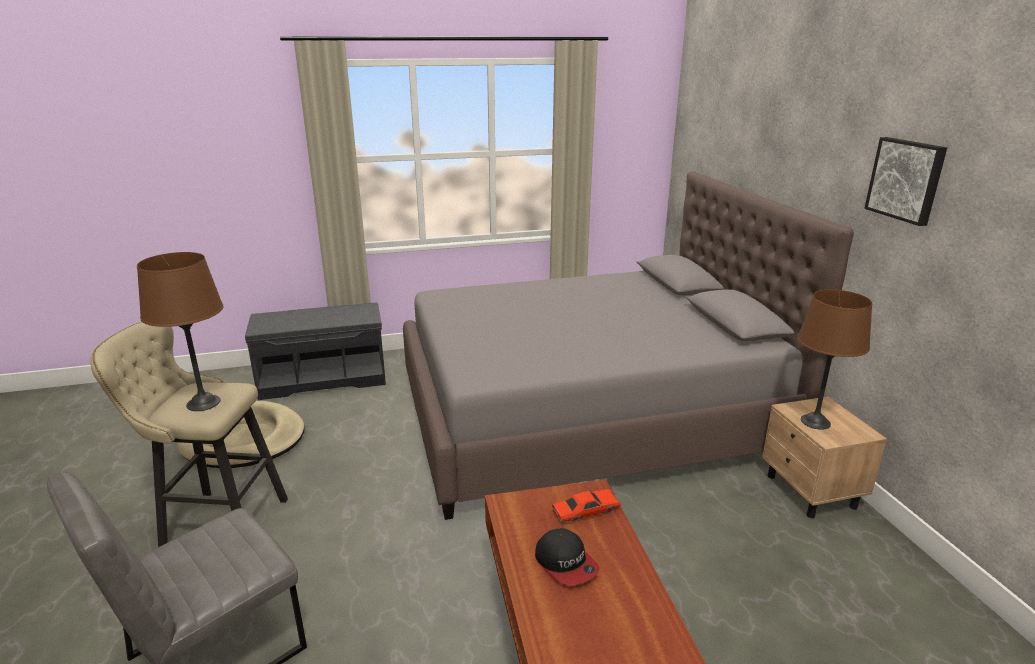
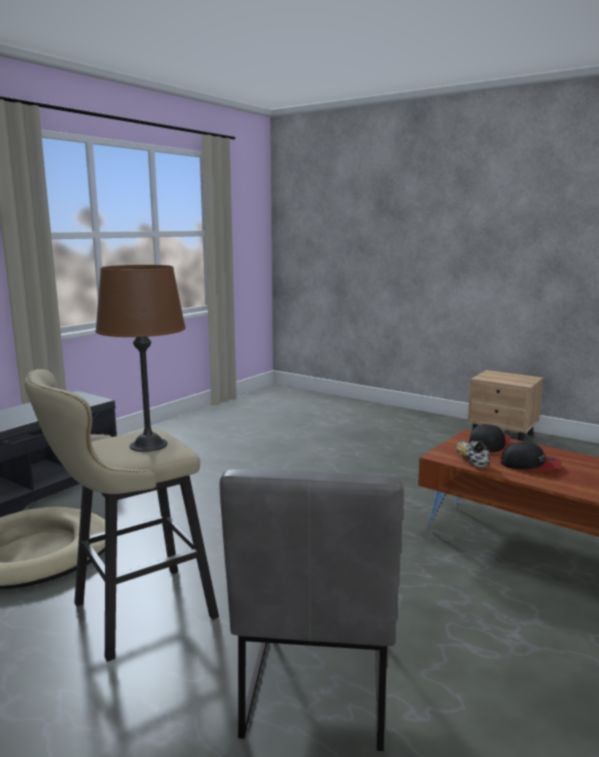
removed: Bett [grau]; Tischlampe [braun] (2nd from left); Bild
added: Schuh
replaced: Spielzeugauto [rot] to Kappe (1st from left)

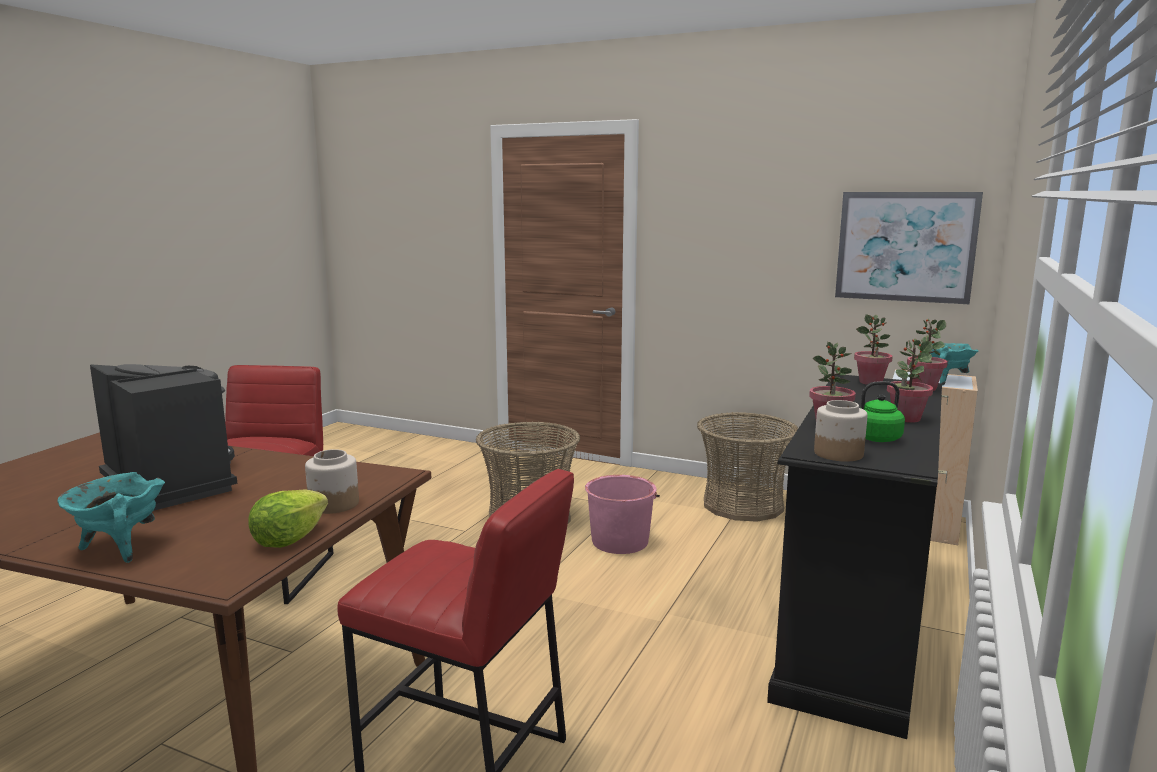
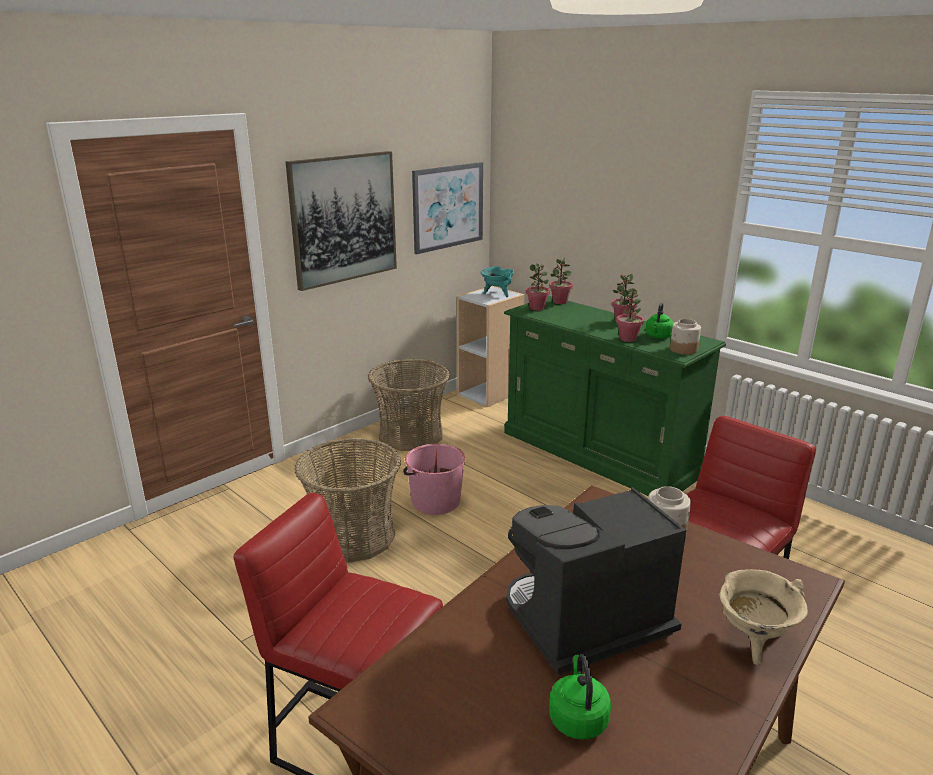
removed: Salatkopf
added: Bild (1st from left); Wasserkessel [grün] (1st from left)
recoloured: Kochtopf [türkis] (1st from left) to Kochtopf [beige]; Schrank [schwarz] to Schrank [grün]

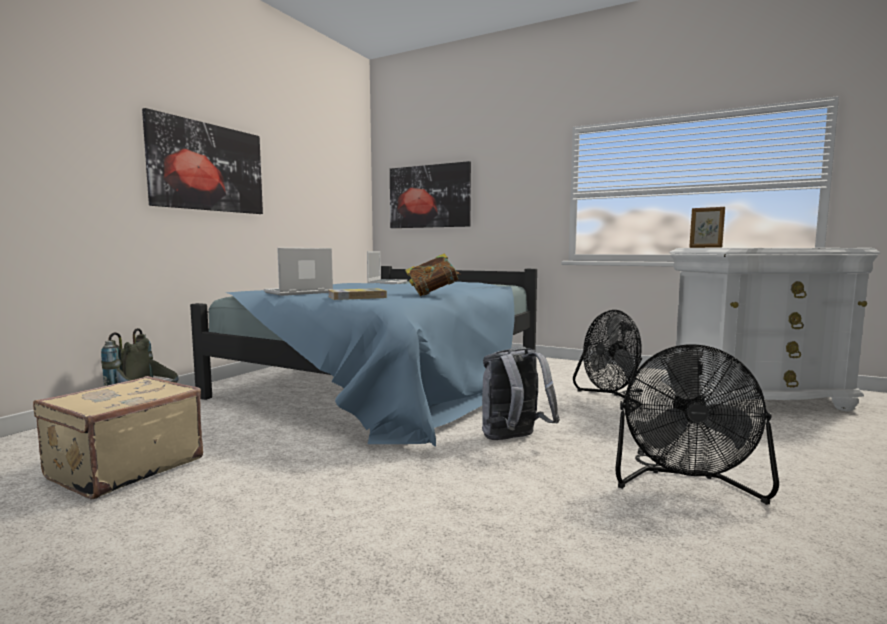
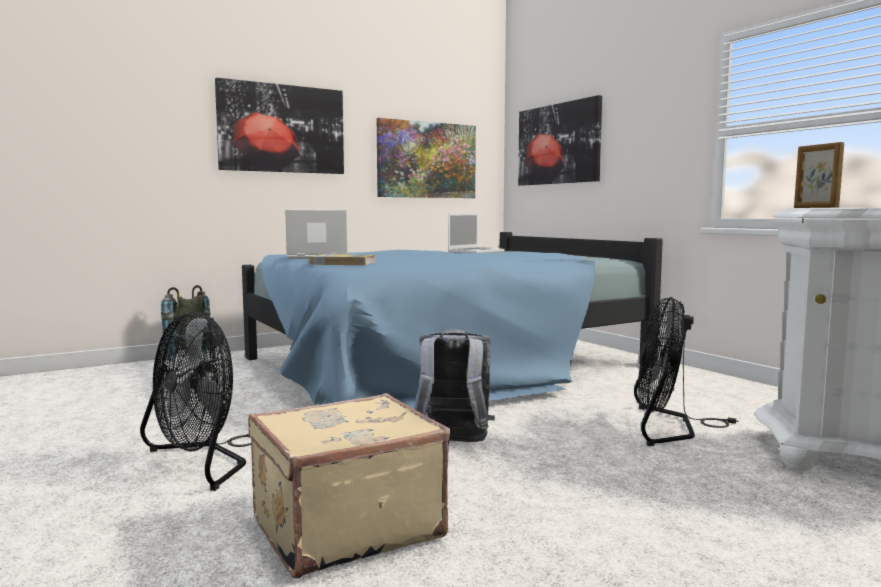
removed: Buch (2nd from left)
added: Bild (2nd from left)
moved: Koffer [beige]; Ventilator [schwarz] (2nd from left in the first image) to Ventilator [schwarz] (1st from left)

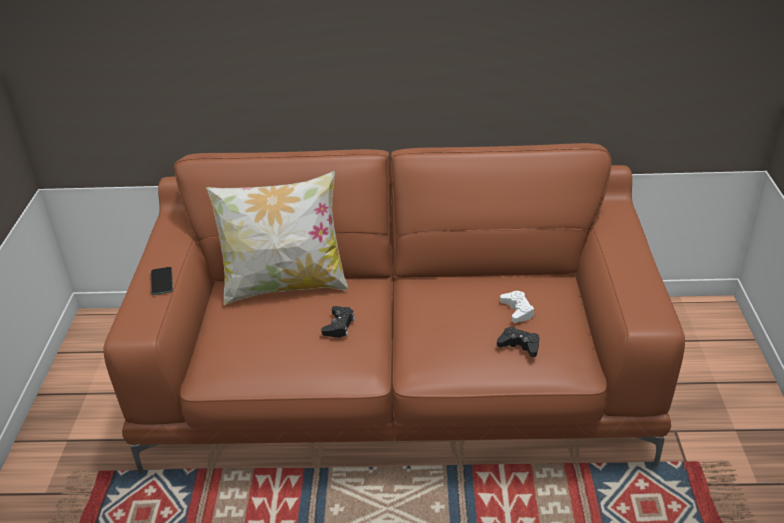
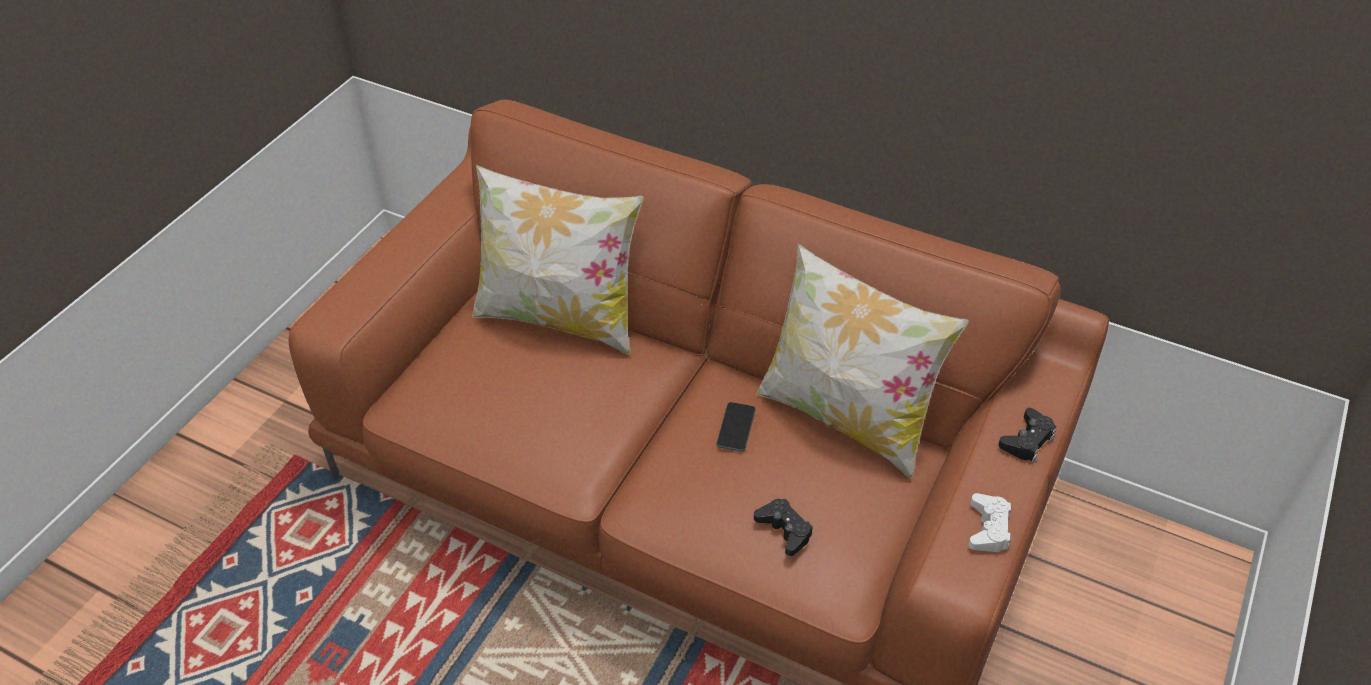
added: Kissen (2nd from left)
moved: Handy; Gamepad [schwarz] (1st from left in the first image) to Gamepad [schwarz] (2nd from left); Gamepad [weiß]

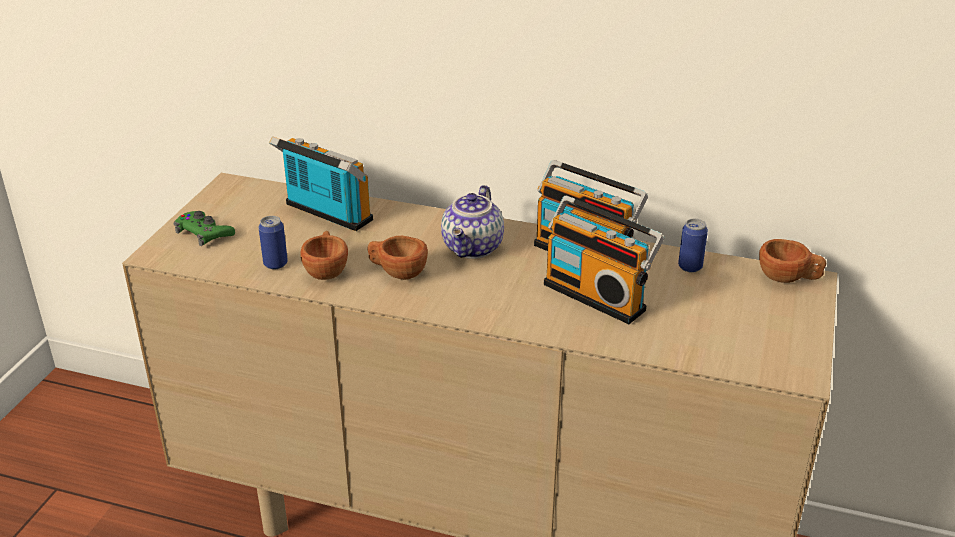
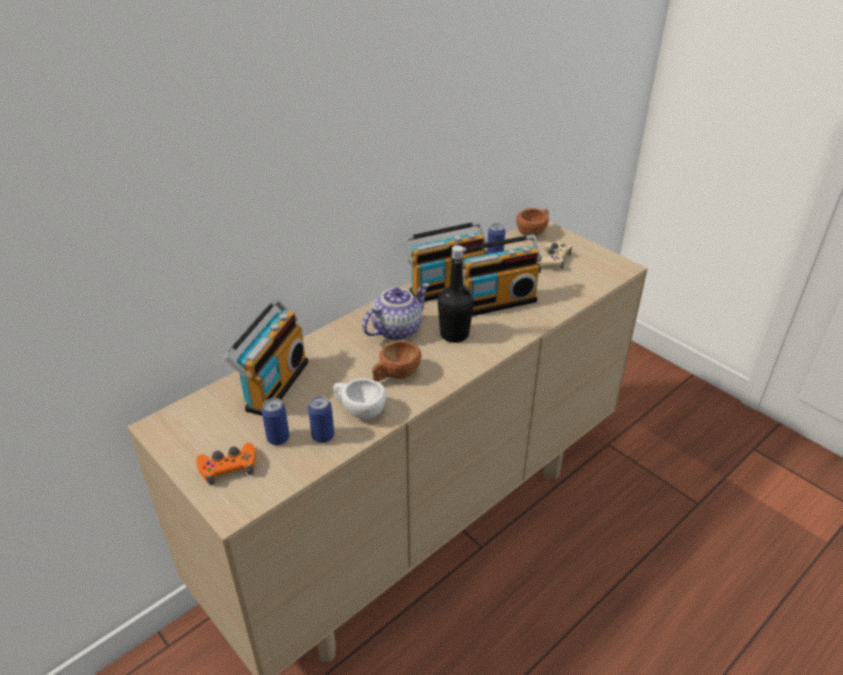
added: Dose (1st from left); Flasche [schwarz]; Gamepad [beige]
recoloured: Gamepad [grün] to Gamepad [orange]; Tasse [braun] (1st from left) to Tasse [weiß]
turned: Radio (1st from left) 135 degrees clockwise; Teekanne 90 degrees counterclockwise

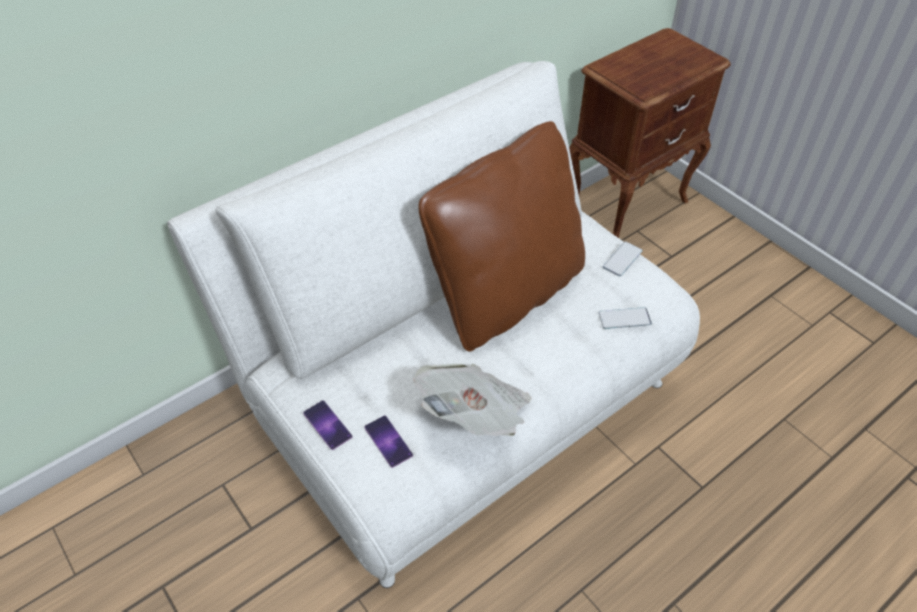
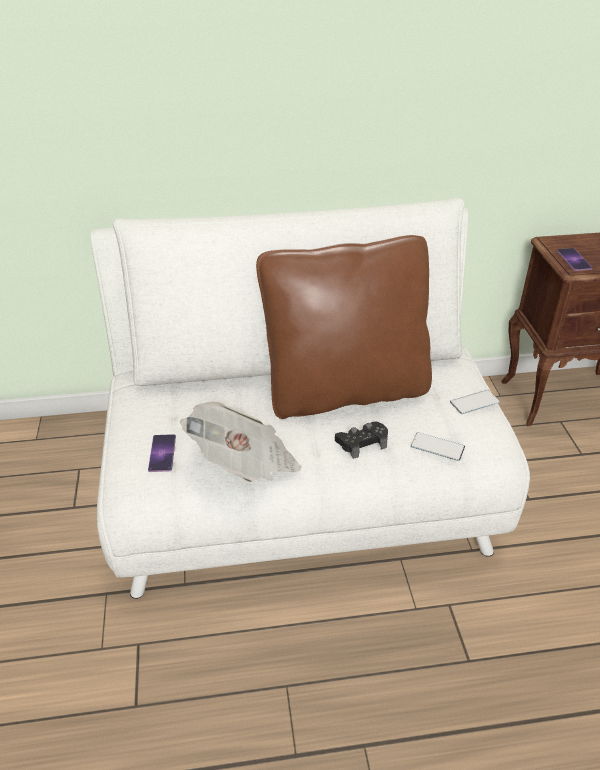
added: Gamepad [schwarz]
moved: Handy (1st from left in the first image) to Handy (4th from left)

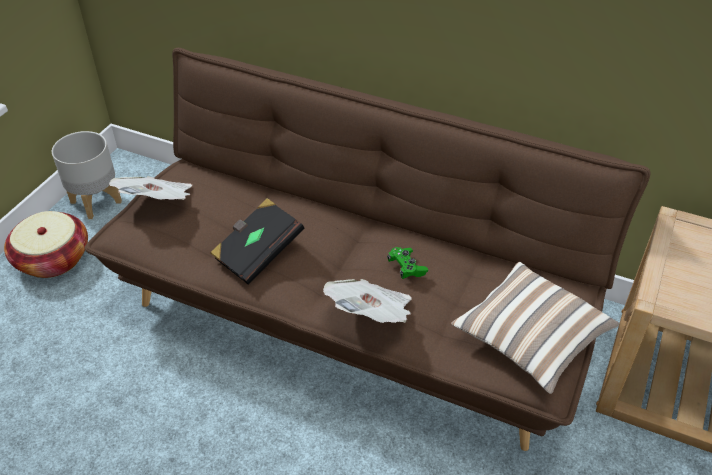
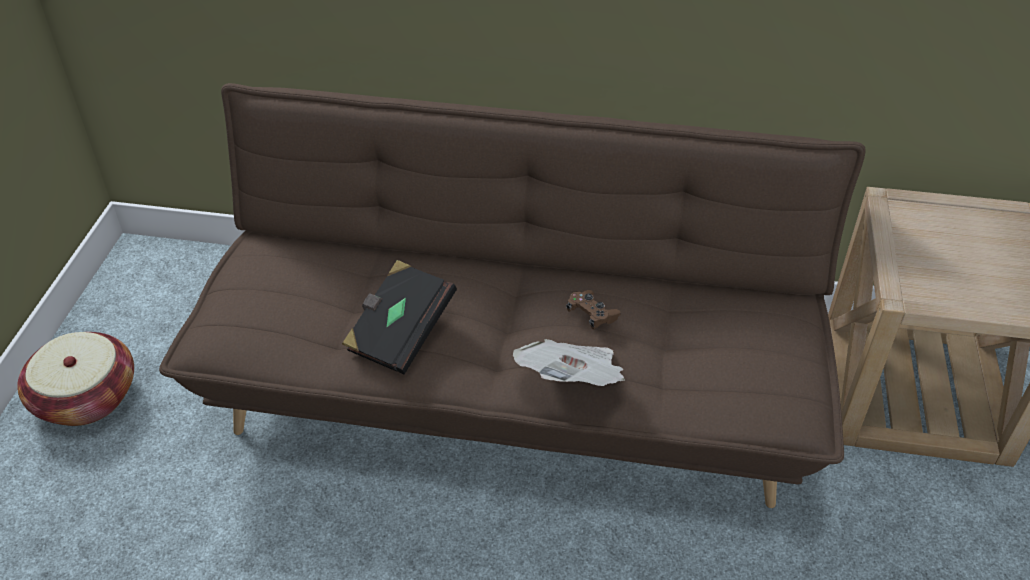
removed: Pflanzkübel [grau]; Zeitung (1st from left); Kissen
recoloured: Gamepad [grün] to Gamepad [braun]

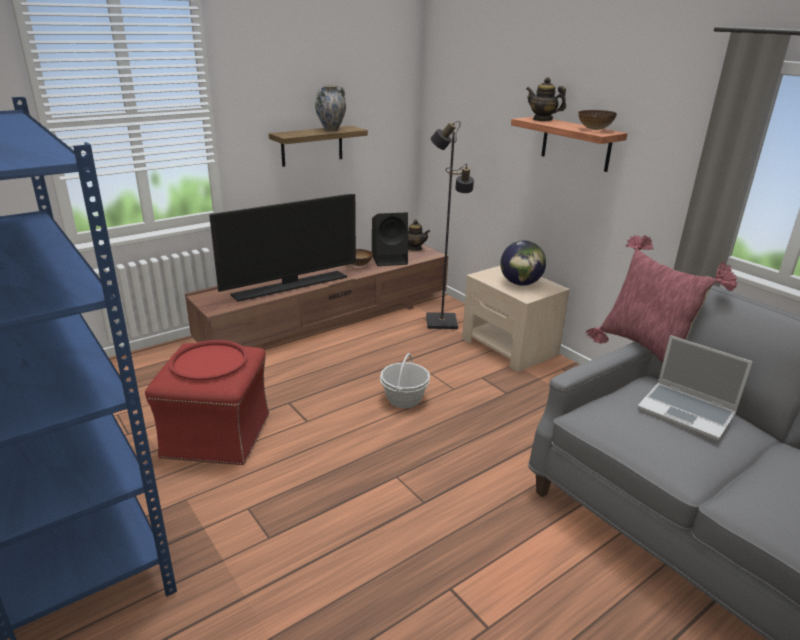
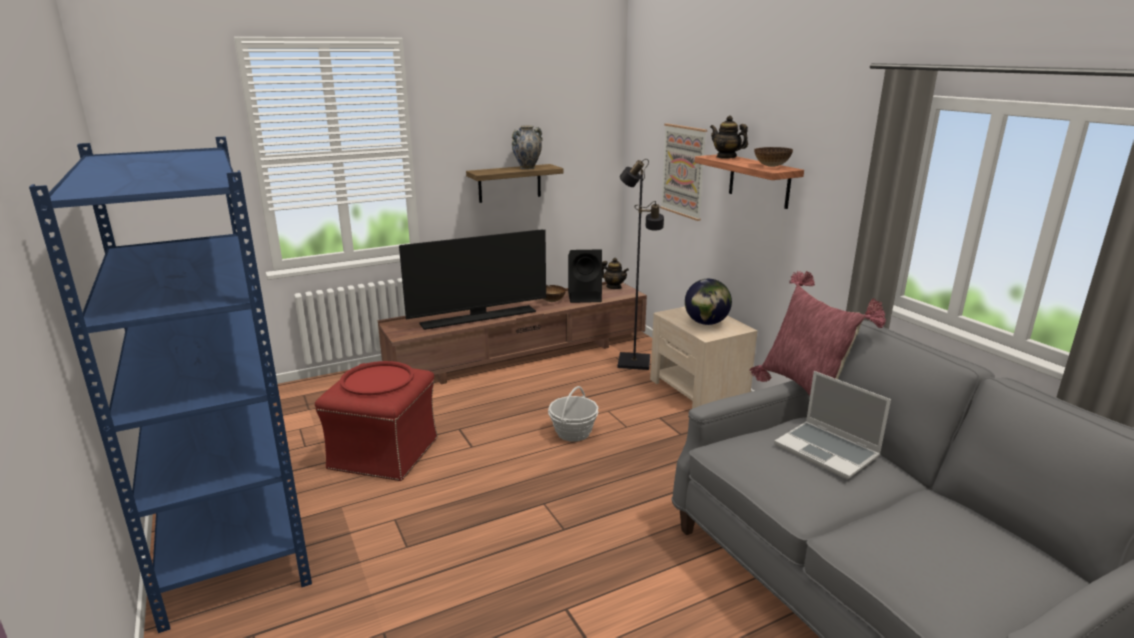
added: Bild

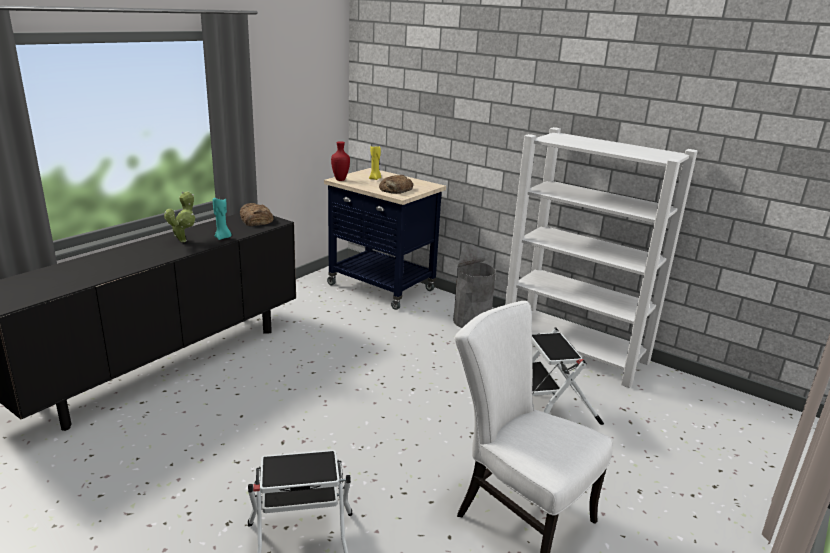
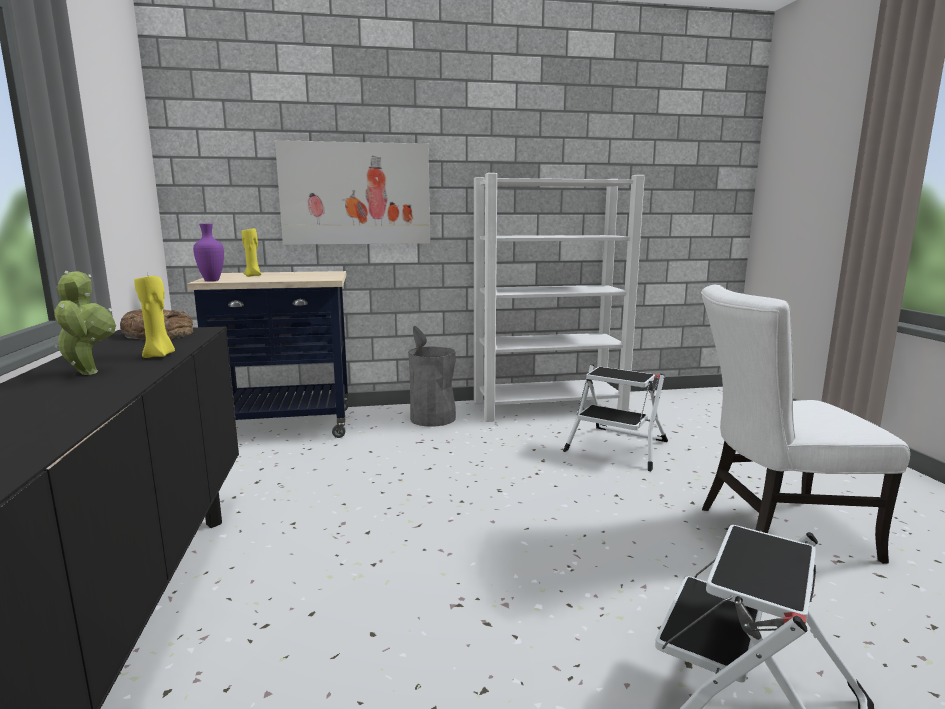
removed: Brot (2nd from left)
added: Bild
recoloured: Kerze [türkis] to Kerze [gelb] (1st from left); Vase [rot] to Vase [lila]

